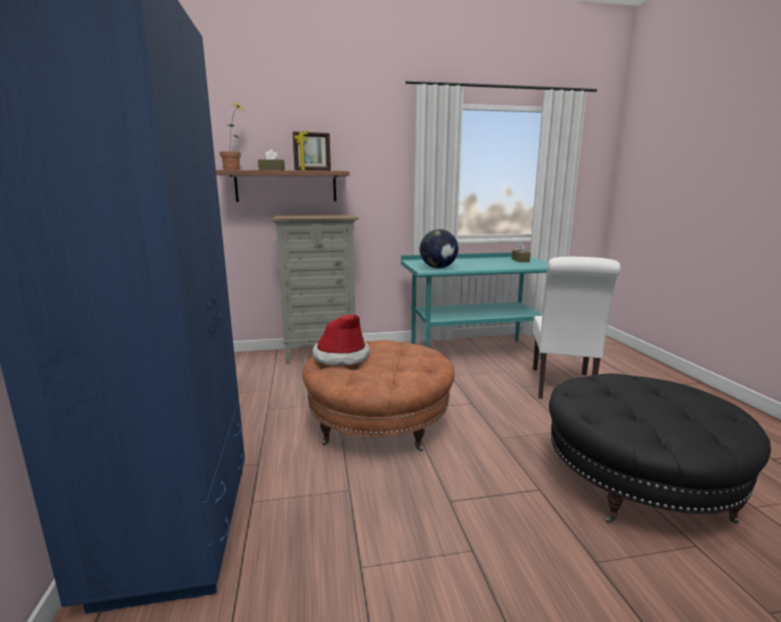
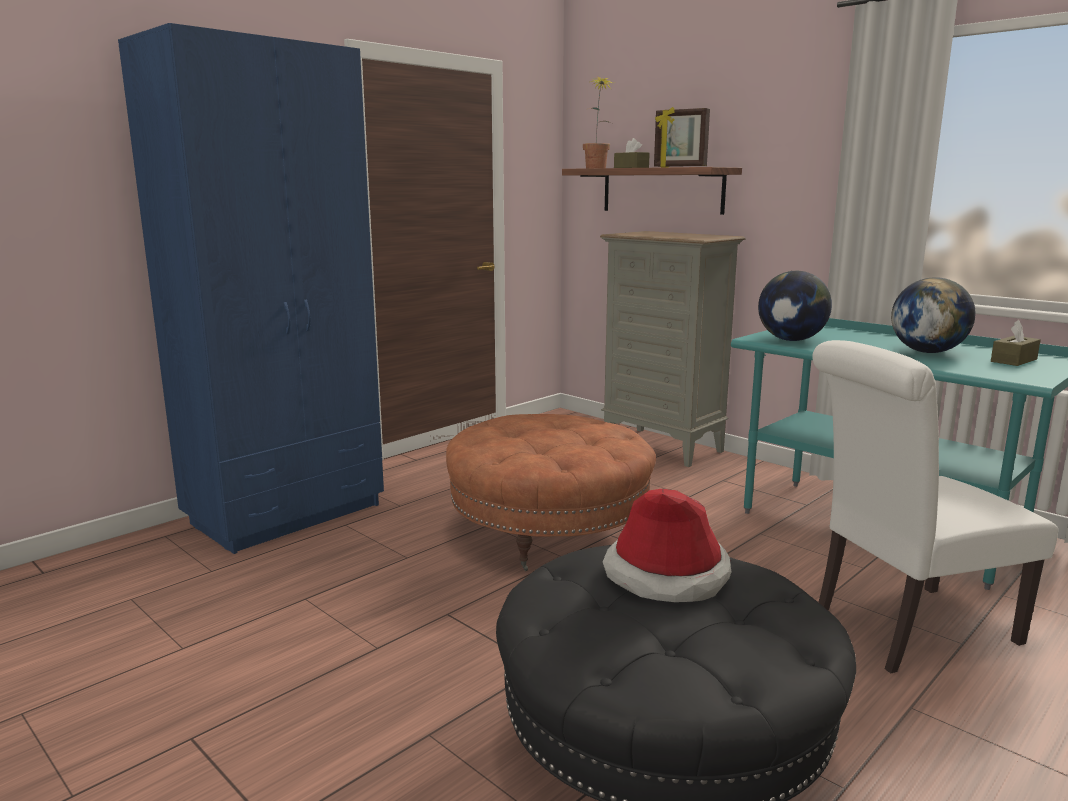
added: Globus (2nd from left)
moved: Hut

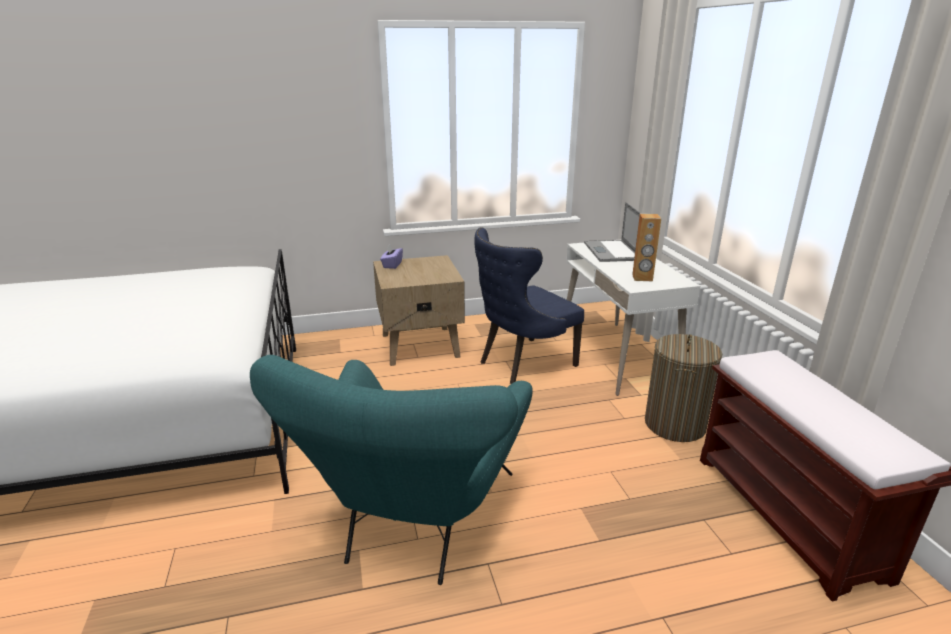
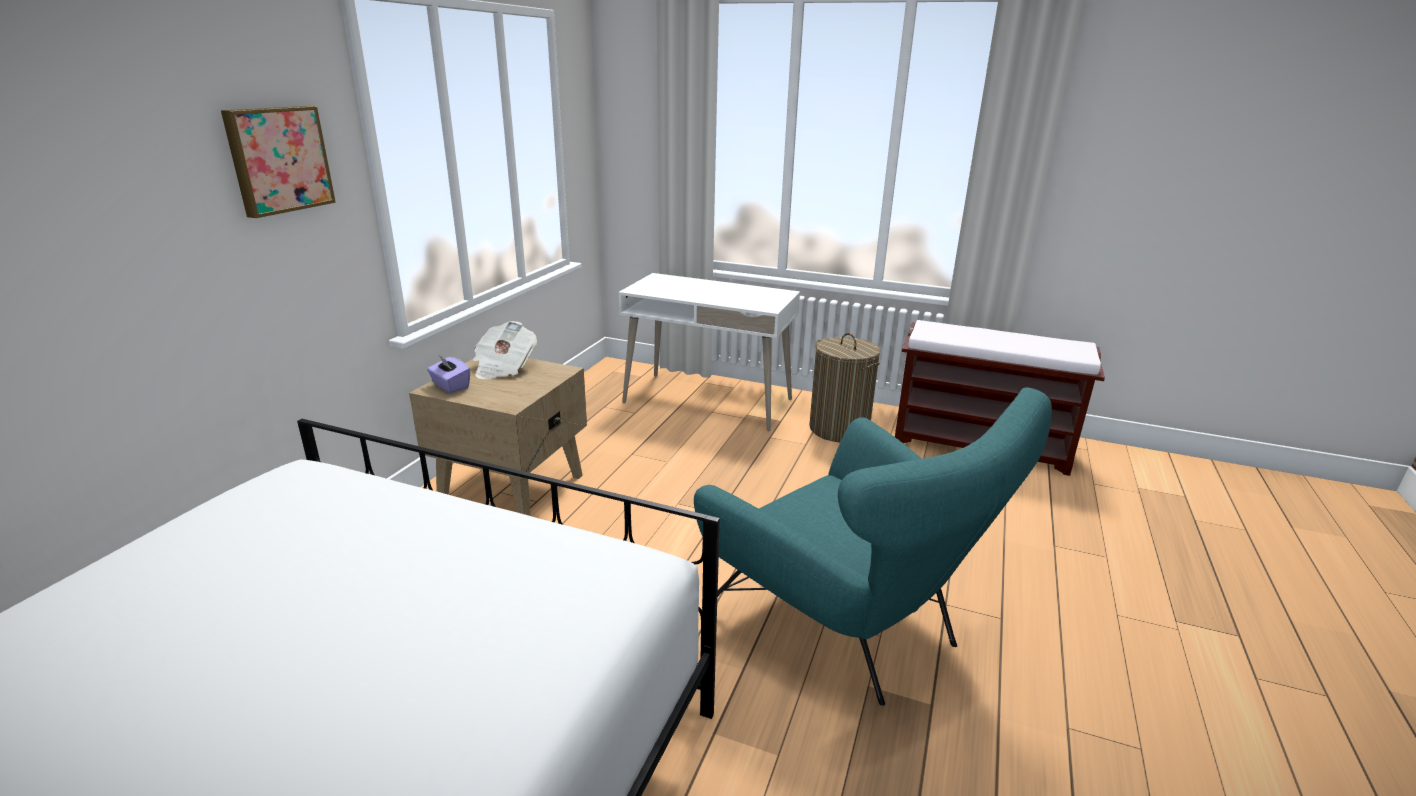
removed: Stuhl [blau]; Laptop; Lautsprecher [braun]
added: Bild; Zeitung

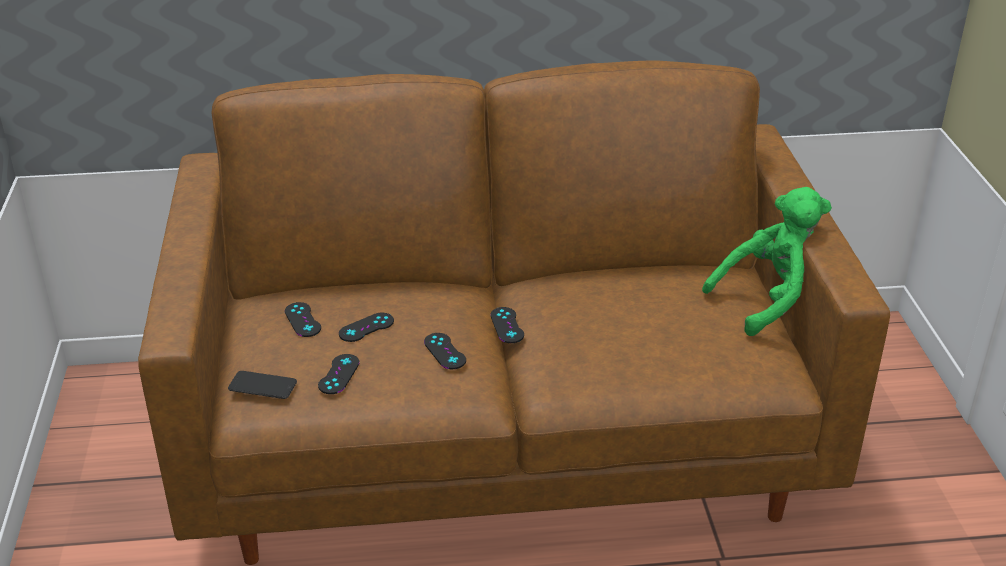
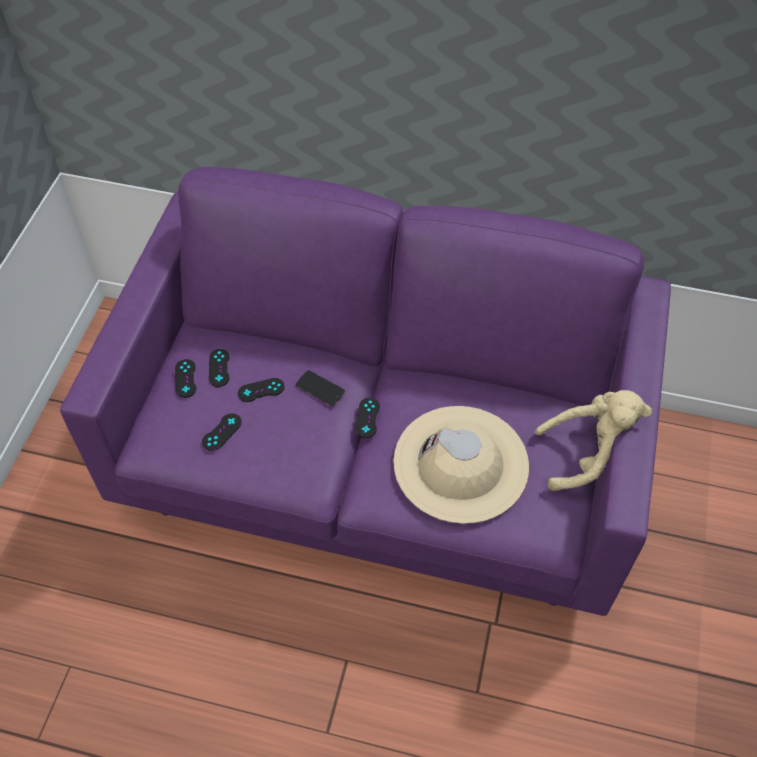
added: Hut [beige]
moved: Handy; Gamepad [schwarz] (4th from left in the first image) to Gamepad [schwarz] (1st from left)
recoloured: Sofa [braun] to Sofa [lila]; Plüschtier [grün] to Plüschtier [beige]

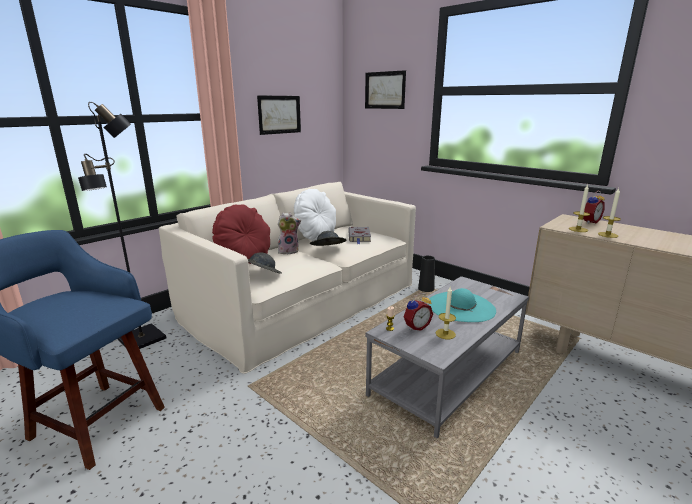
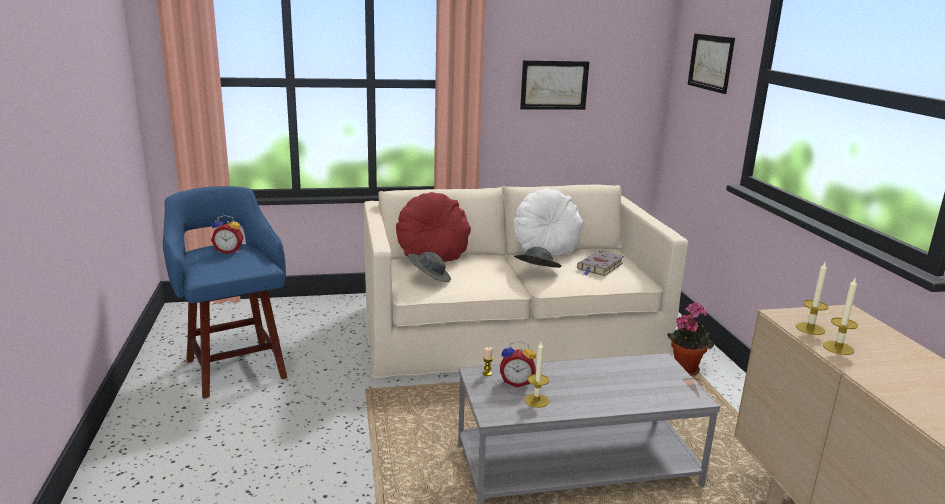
removed: Stehlampe [schwarz]; Plüschtier; Hut [türkis]
moved: Wecker (2nd from left in the first image) to Wecker (1st from left)
replaced: Vase [schwarz] to Topfpflanze

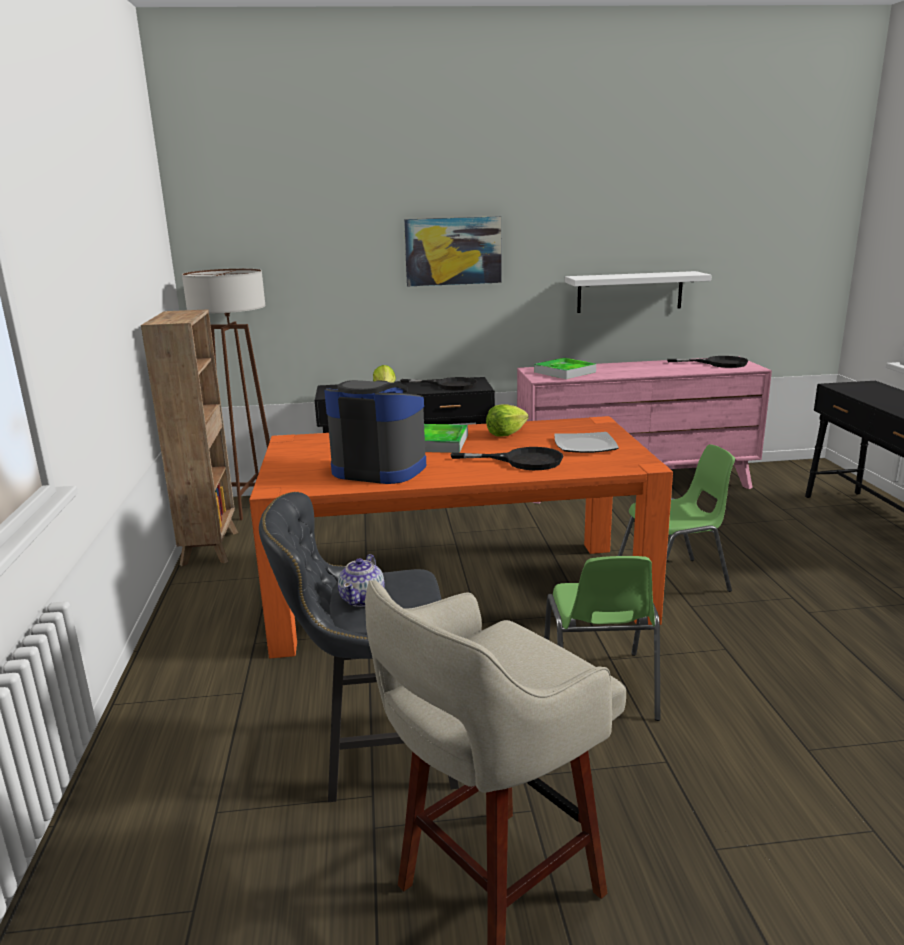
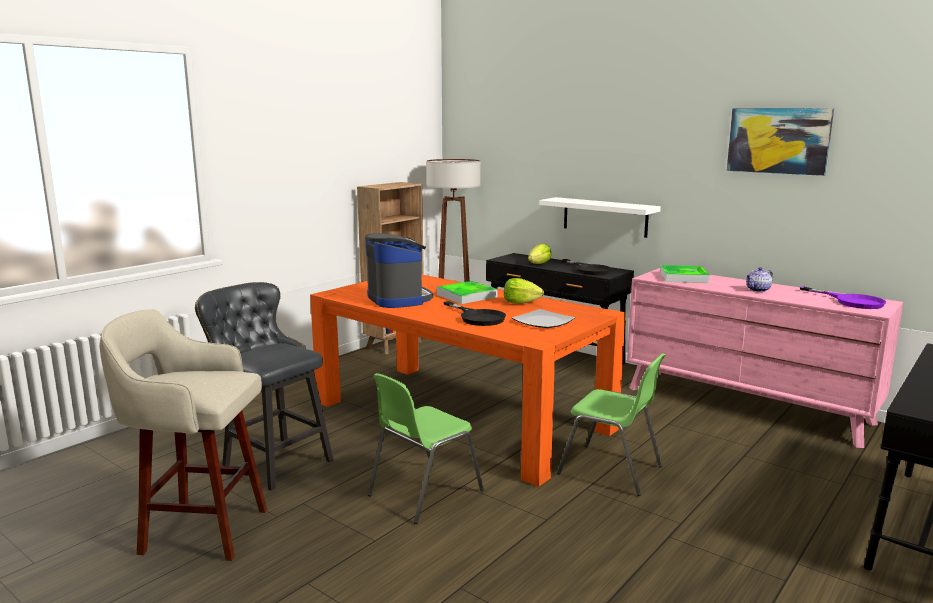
moved: Teekanne; Bild; Wandregal [weiß]
recoloured: Pfanne [schwarz] (3rd from left) to Pfanne [lila]

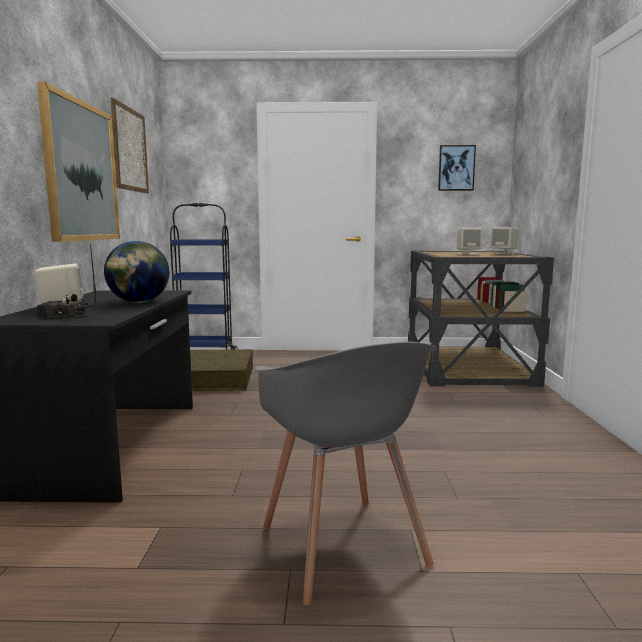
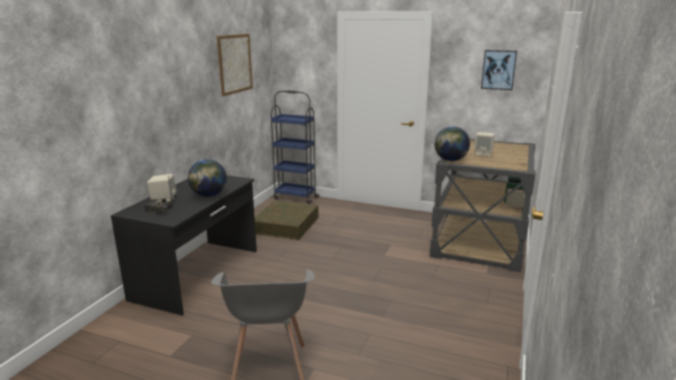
removed: Bild (1st from left); Lautsprecher [beige] (3rd from left)
added: Globus (2nd from left)

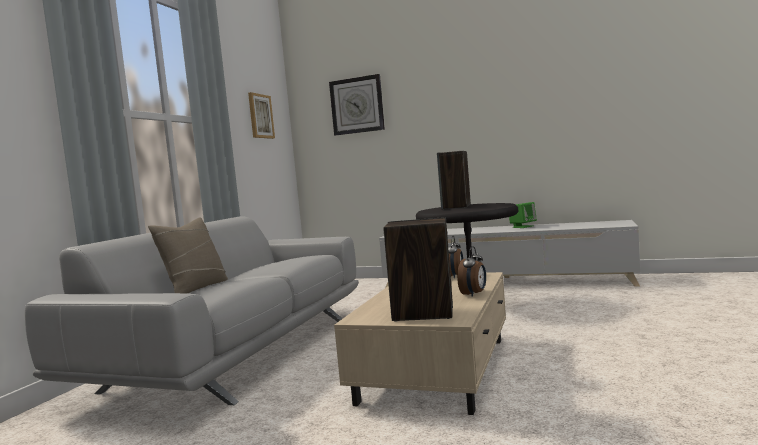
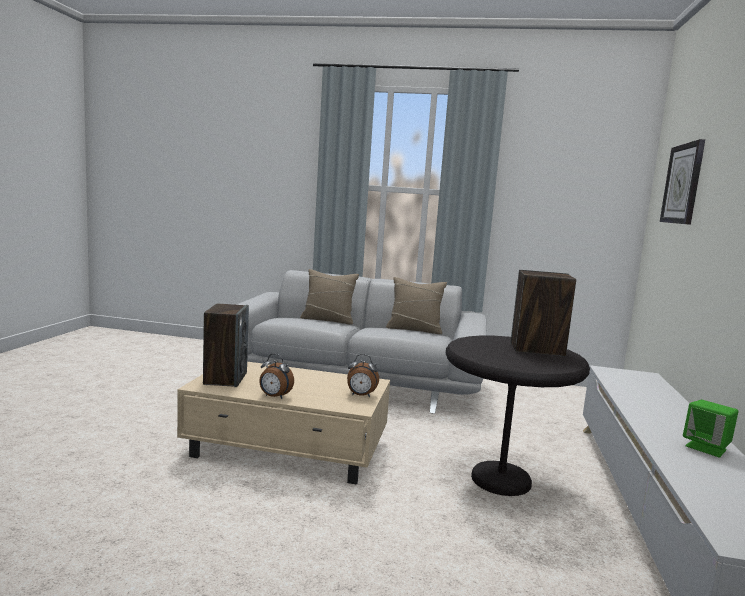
removed: Bild
added: Kissen [beige] (2nd from left)

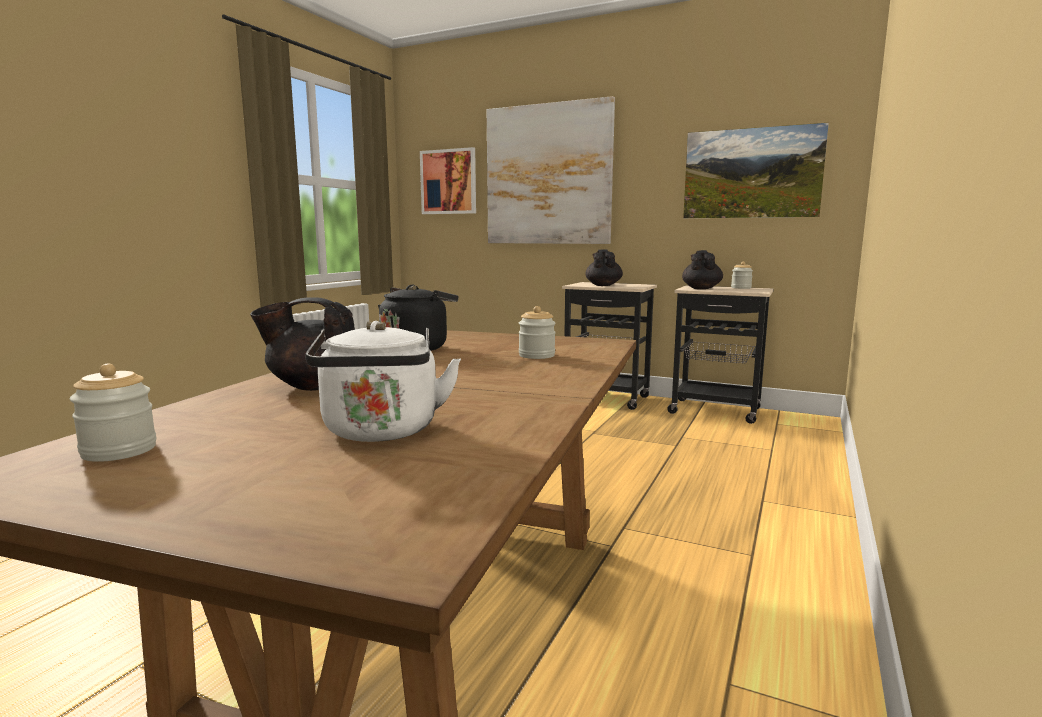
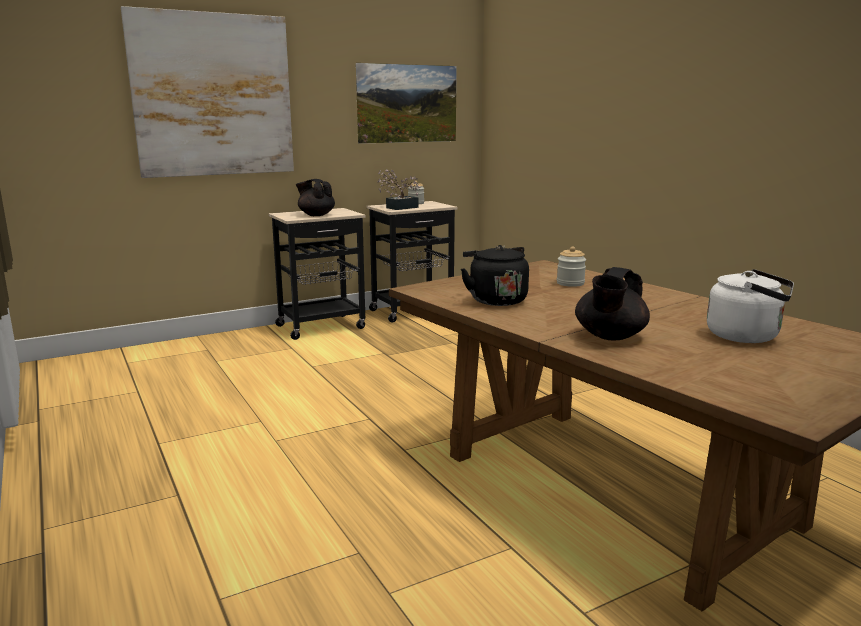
removed: Vorratsglas (1st from left); Bild (1st from left)
replaced: Teekanne [schwarz] (3rd from left) to Topfpflanze

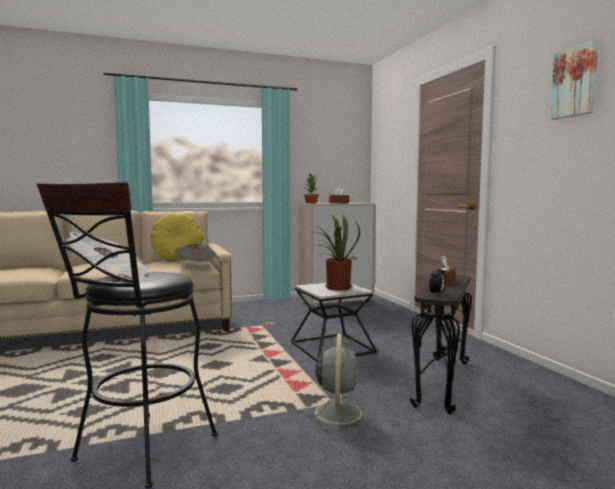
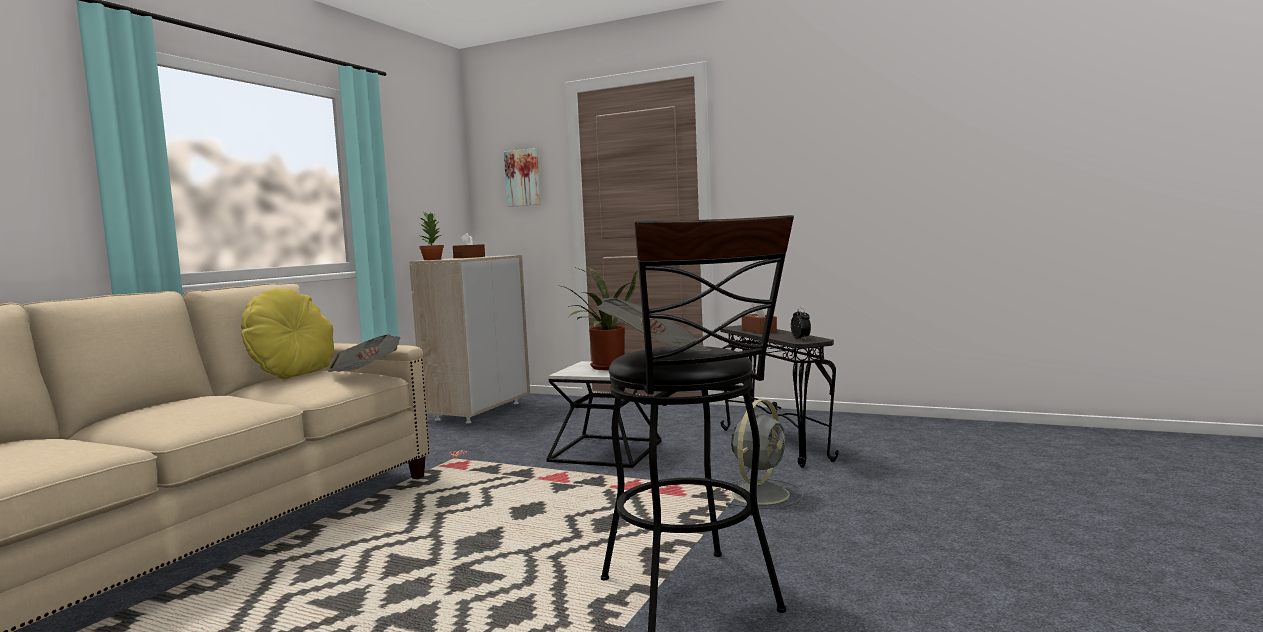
moved: Bild
turned: Ventilator [grau] 75 degrees clockwise

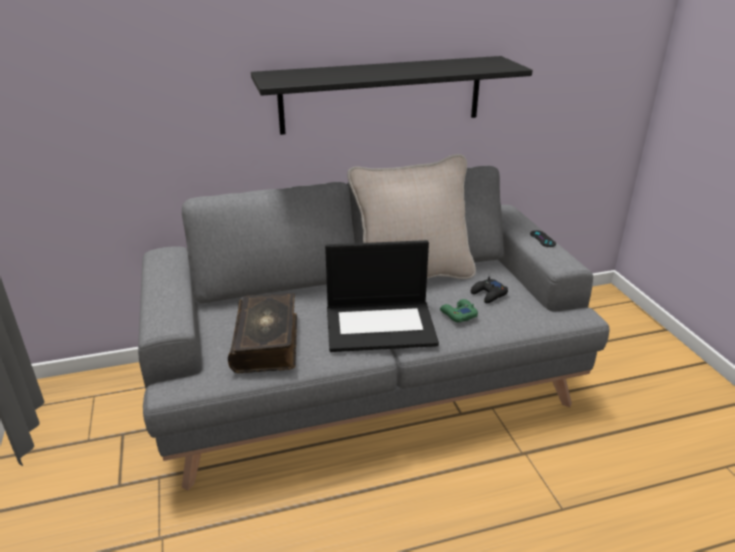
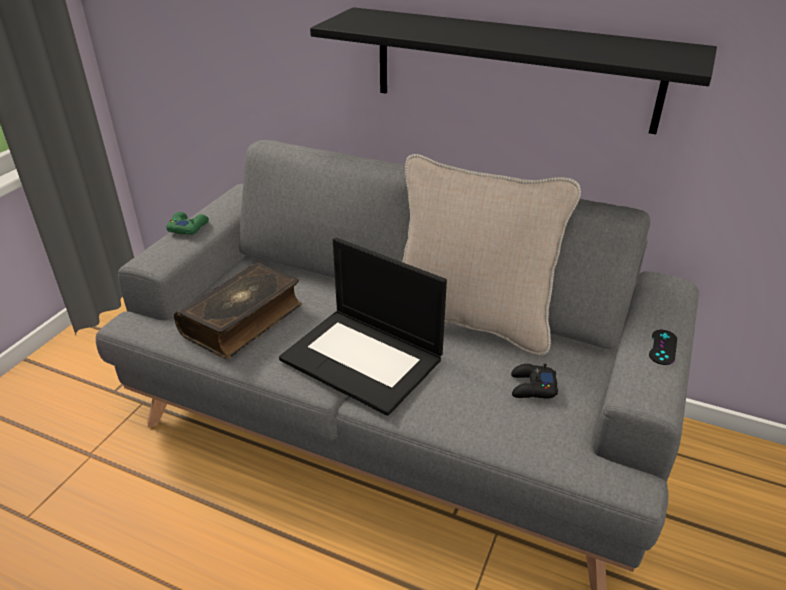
moved: Gamepad [grün]

